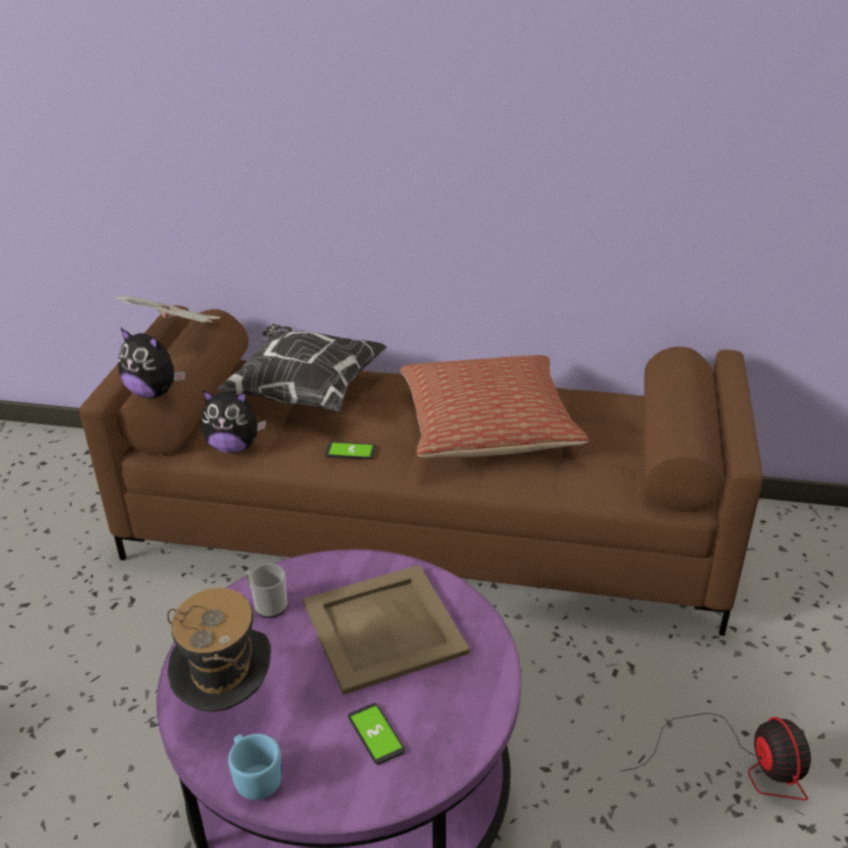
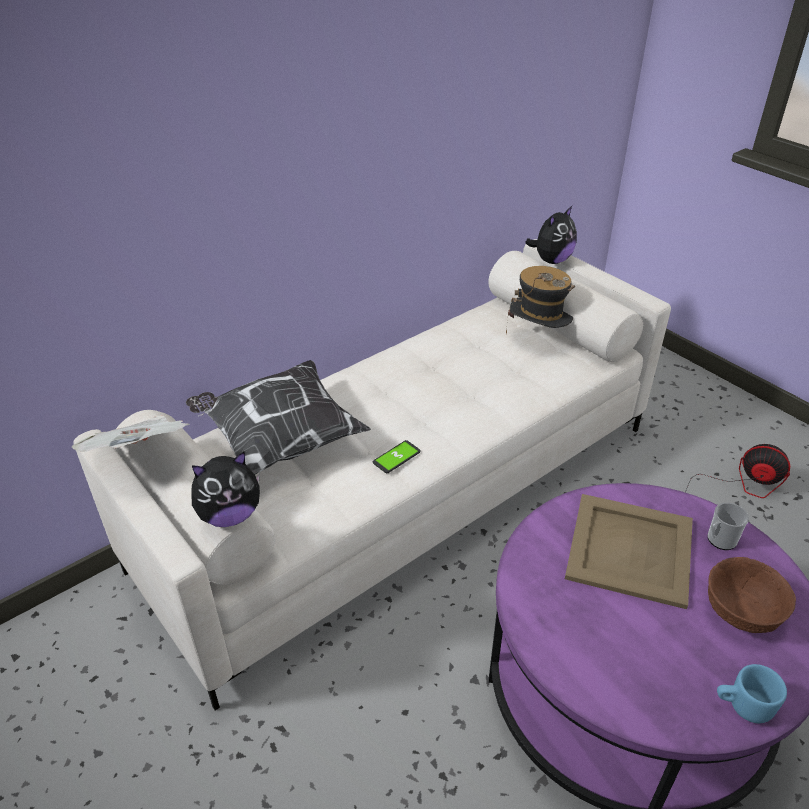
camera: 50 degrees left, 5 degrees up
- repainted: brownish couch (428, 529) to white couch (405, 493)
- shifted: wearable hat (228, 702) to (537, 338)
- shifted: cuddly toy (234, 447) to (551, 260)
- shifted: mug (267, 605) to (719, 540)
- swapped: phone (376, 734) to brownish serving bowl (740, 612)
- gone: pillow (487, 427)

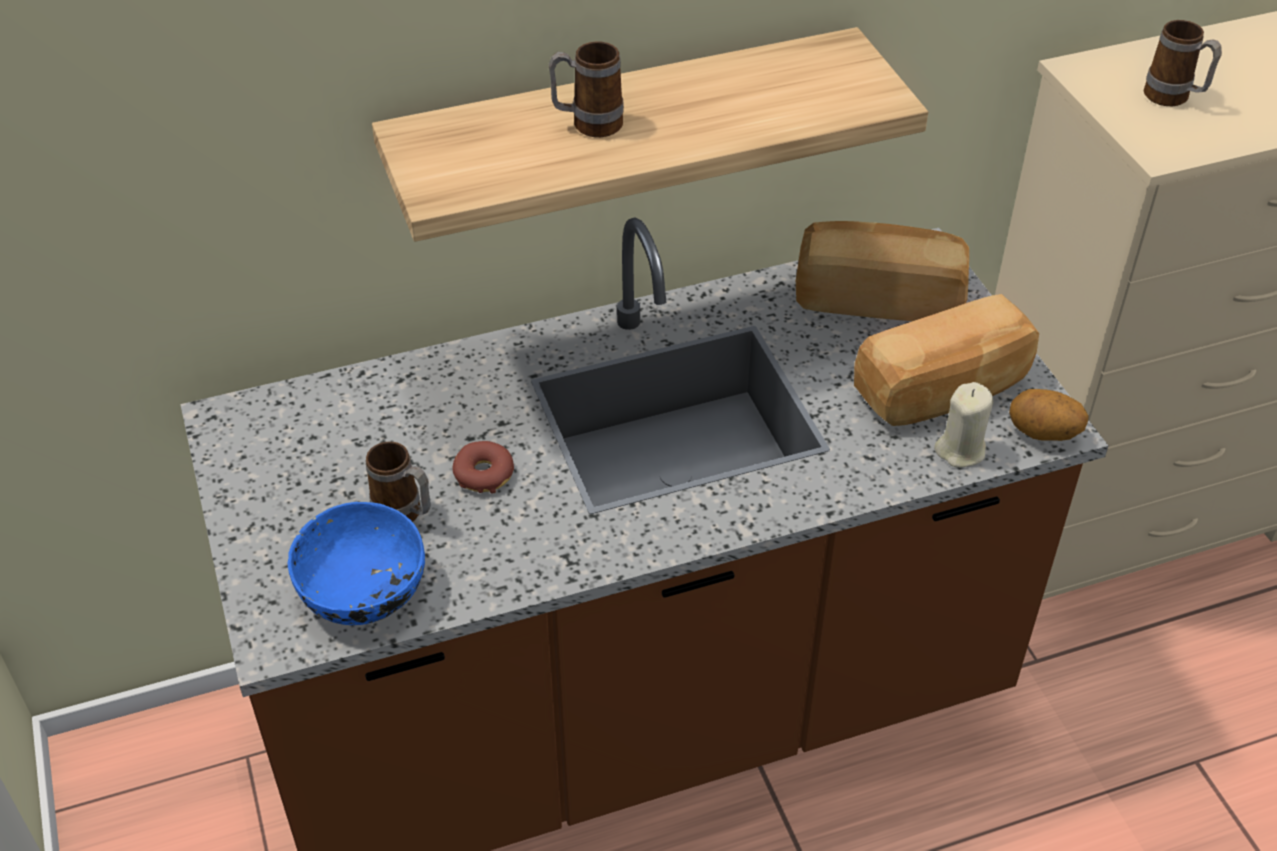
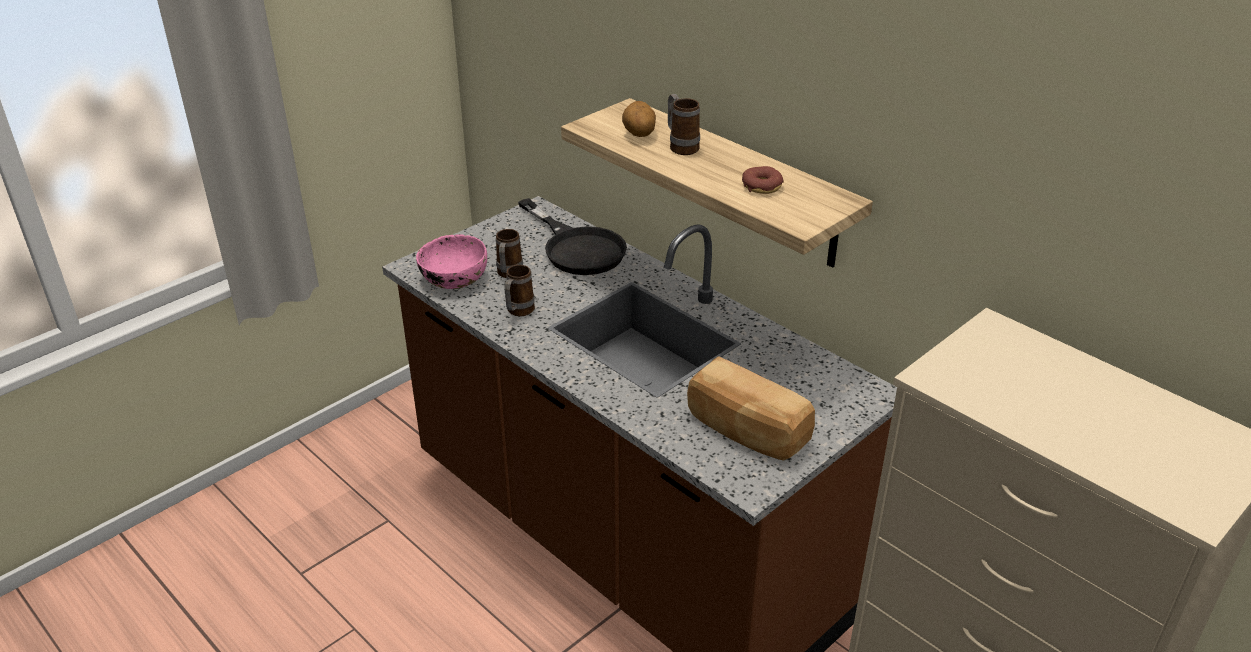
camera: 65 degrees right, 10 degrees down
- repainted: bluish serving bowl (362, 592) to pinkish serving bowl (453, 278)
- shifted: mug (1173, 99) to (518, 312)
- new: black-coloured skillet (577, 247)
- shifted: whole potato (1042, 434) to (638, 134)
- shifted: doughnut (484, 474) to (762, 186)
- gone: bread (878, 297)
- gone: beige candle (960, 450)

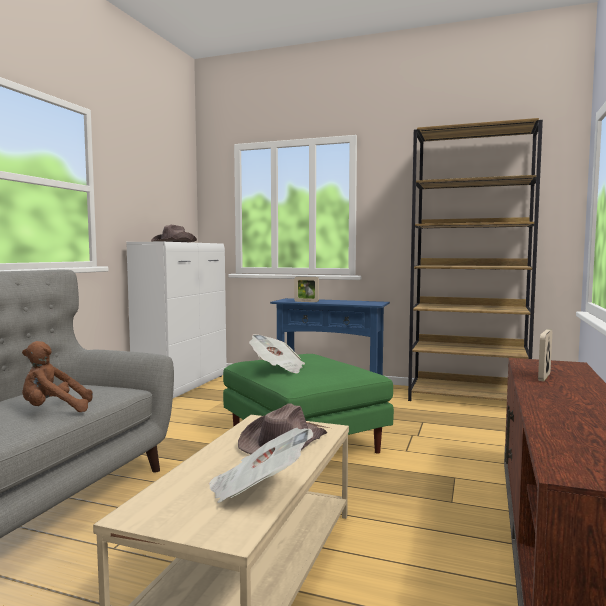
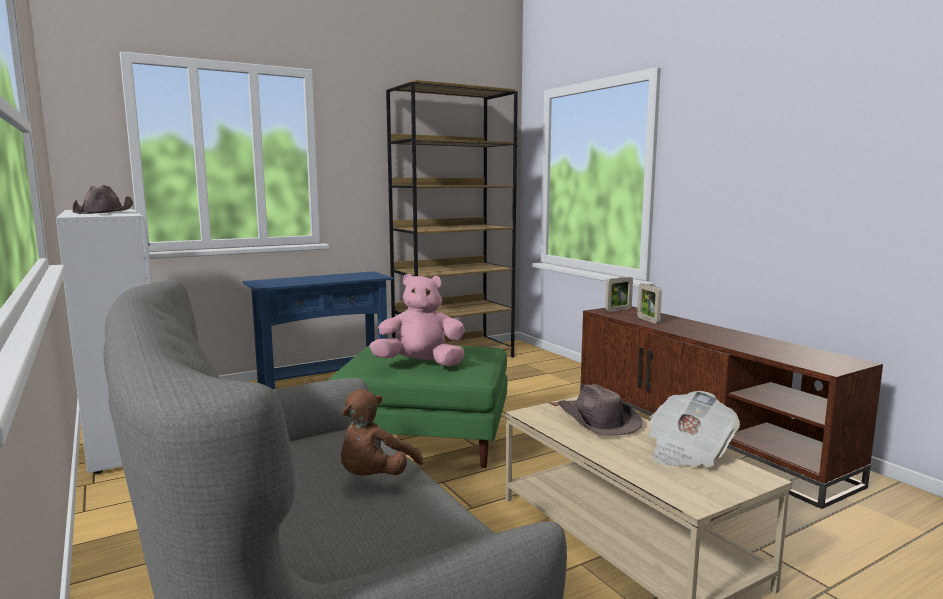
camera: 50 degrees left, 5 degrees up
- swapped: printed paper (277, 368) to pinkish cuddly toy (420, 364)
- shifted: picture frame (306, 301) to (618, 310)

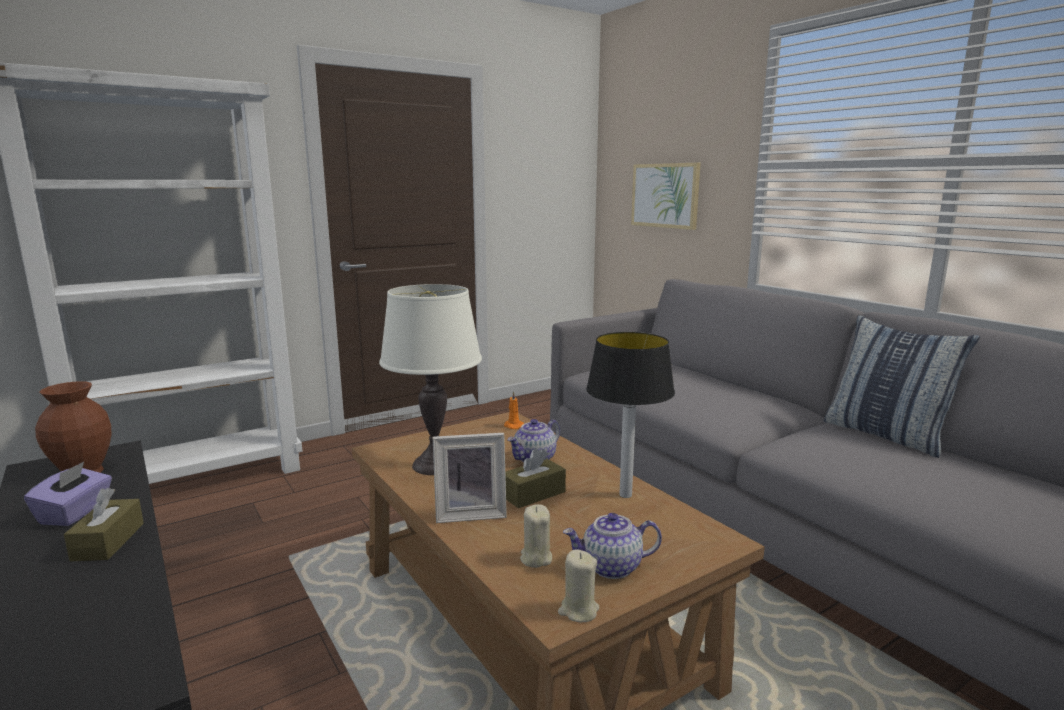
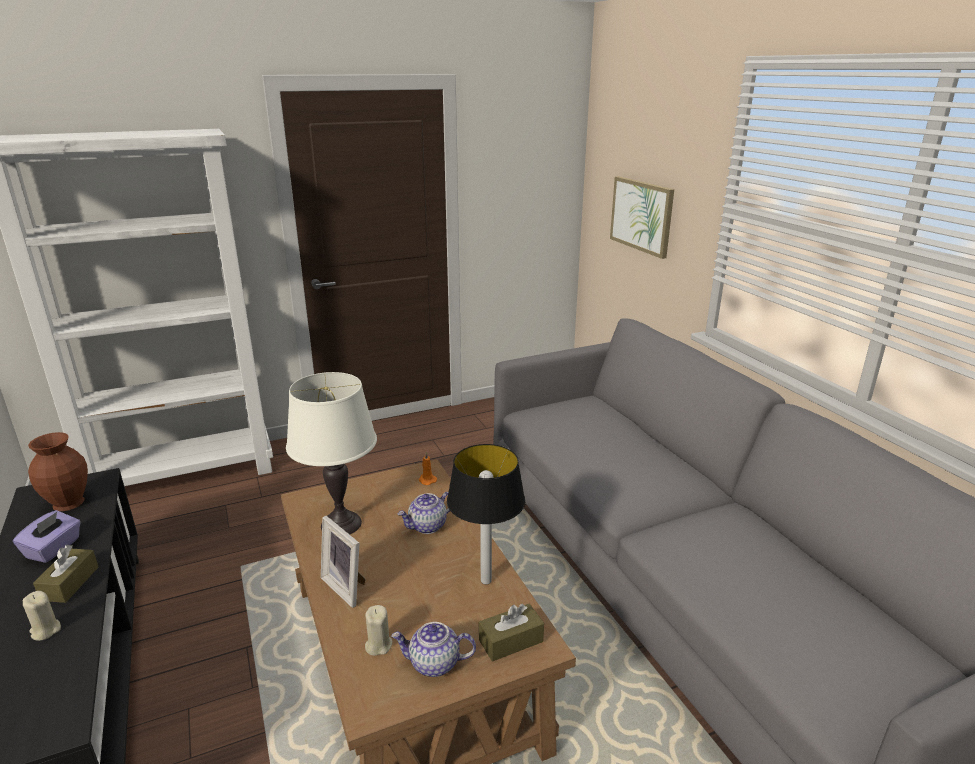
camera: 10 degrees right, 10 degrees up
- shifted: beige candle (578, 610) to (45, 630)
- rotated: picture frame (470, 513) = (347, 586) 45 degrees clockwise
- shifted: brownish box of tissues (533, 494) to (511, 641)
- gone: pillow (886, 435)

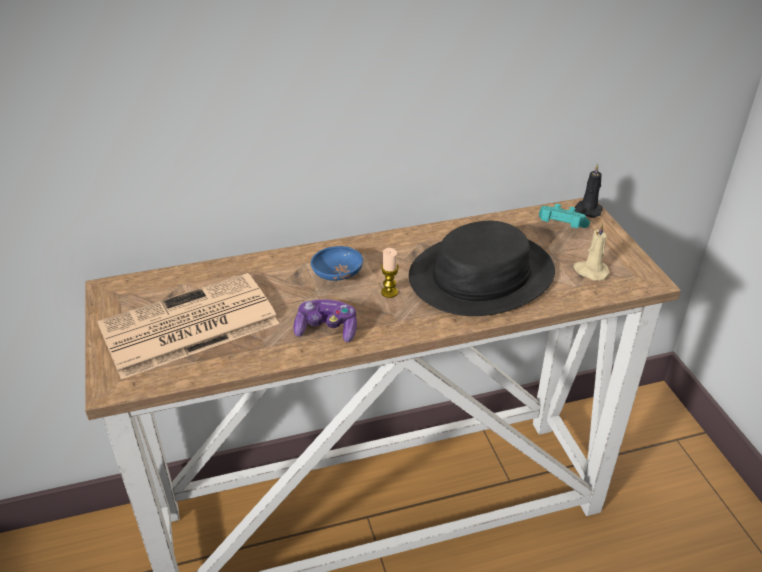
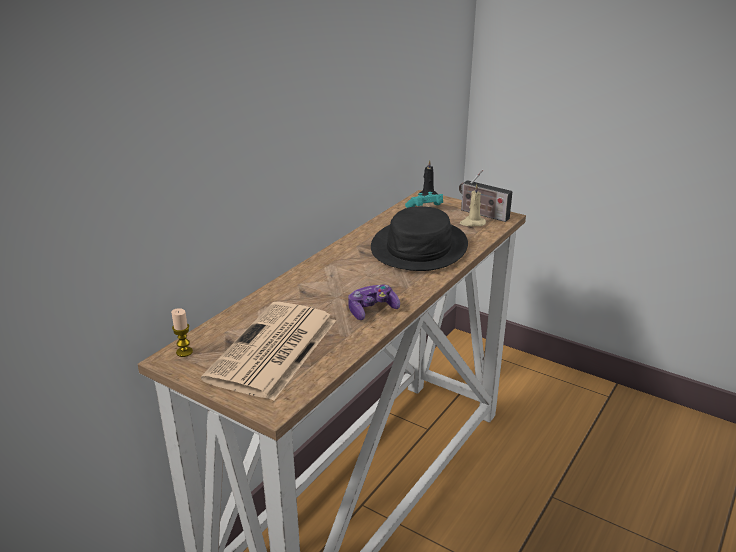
camera: 40 degrees left, 10 degrees down
- shifted: candle (389, 292) to (184, 352)
- new: radio set (482, 214)
- gone: bluish serving bowl (337, 275)

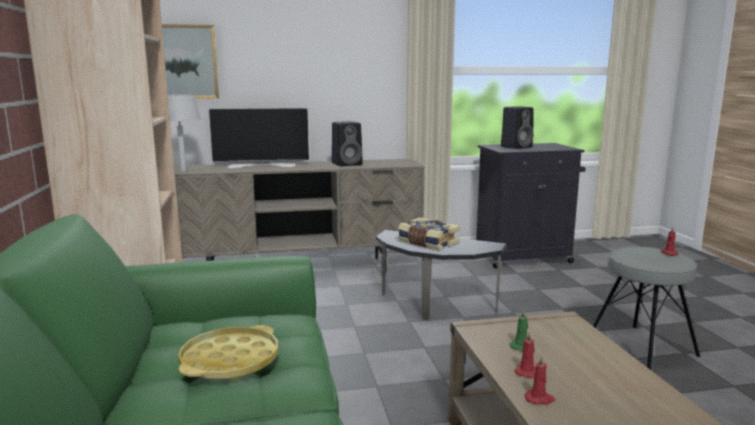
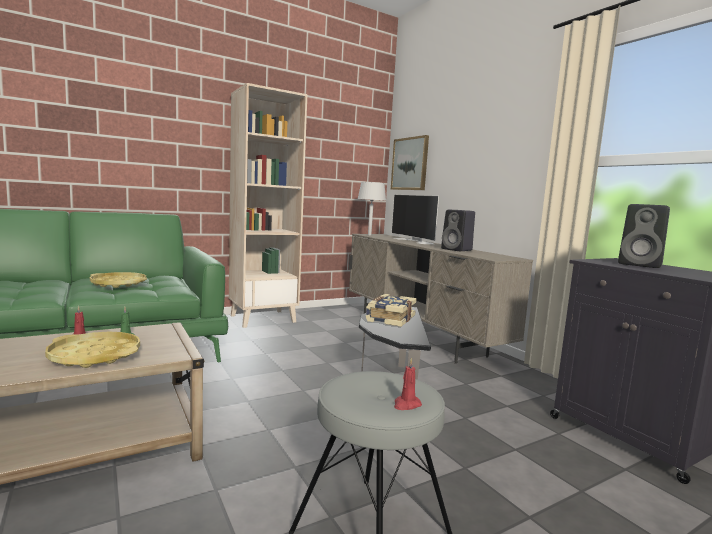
camera: 70 degrees right, 5 degrees down
- new: yellowish carrying tray (95, 356)
- gone: red-coloured candle (539, 399)

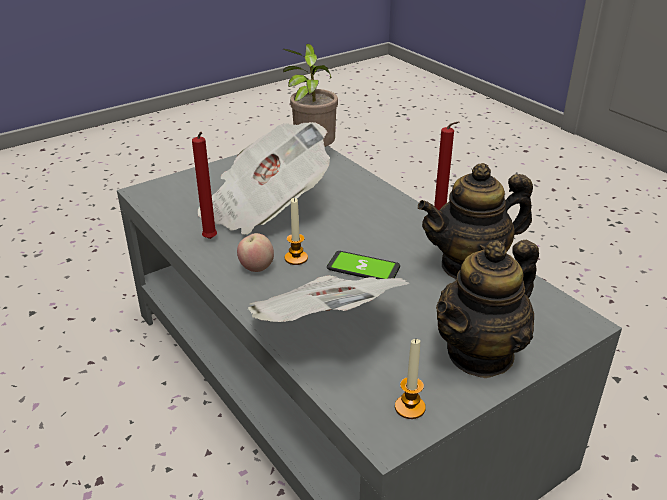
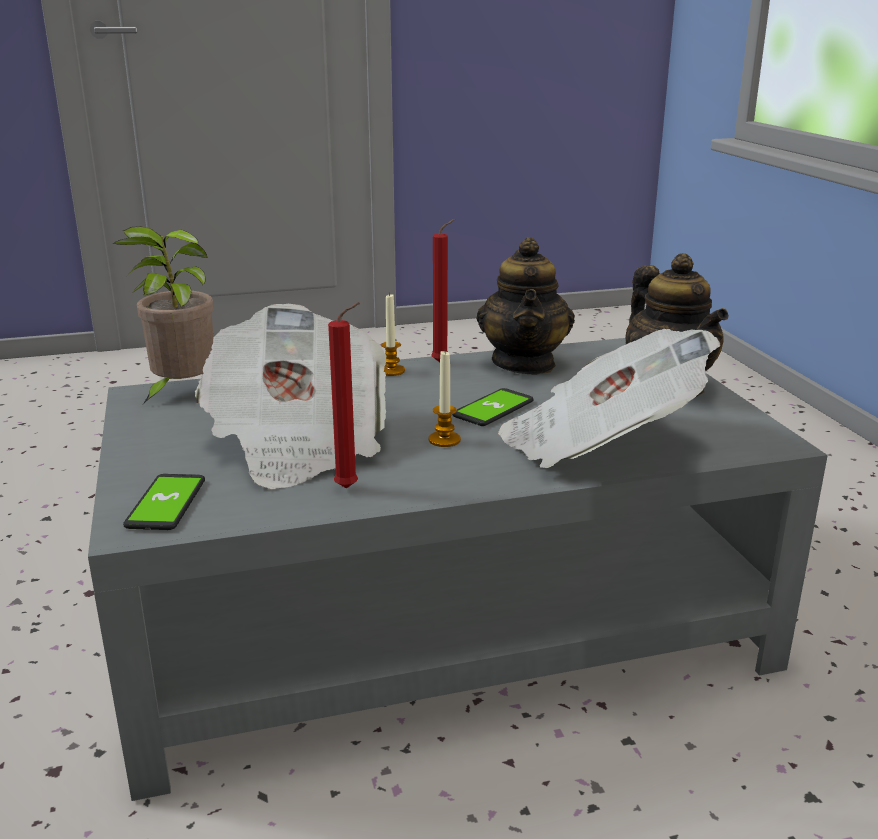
camera: 70 degrees left, 10 degrees down
- new: phone (166, 503)
- shifted: candle (410, 407) to (391, 371)
- gone: apple fruit (256, 268)

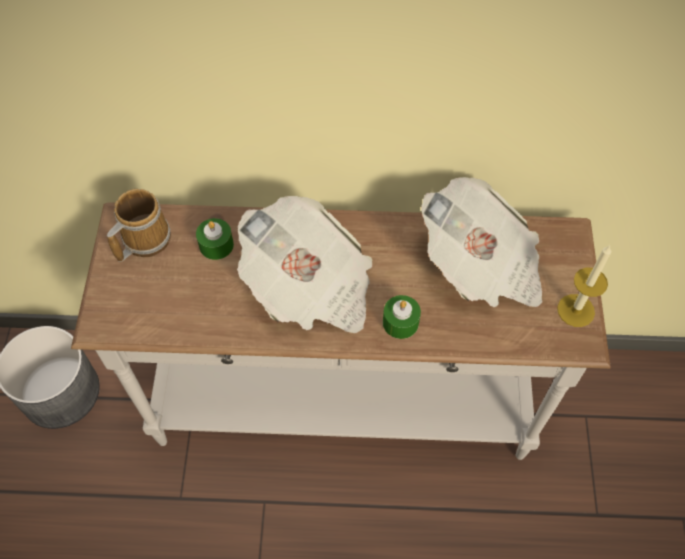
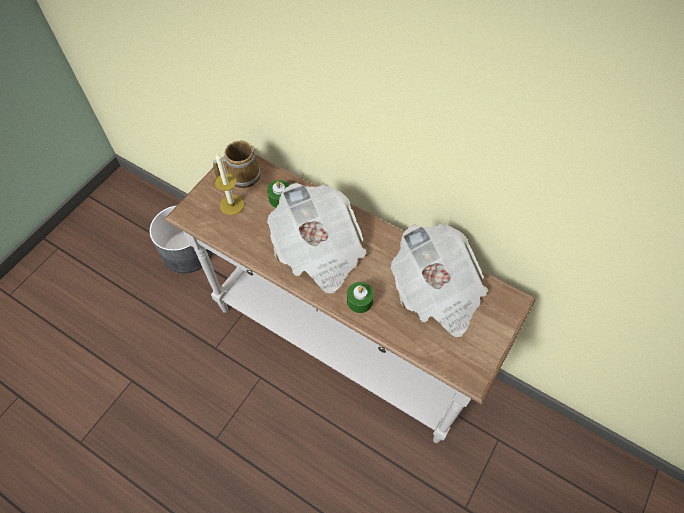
camera: 30 degrees right, 0 degrees up
- shifted: candle (576, 310) to (232, 205)

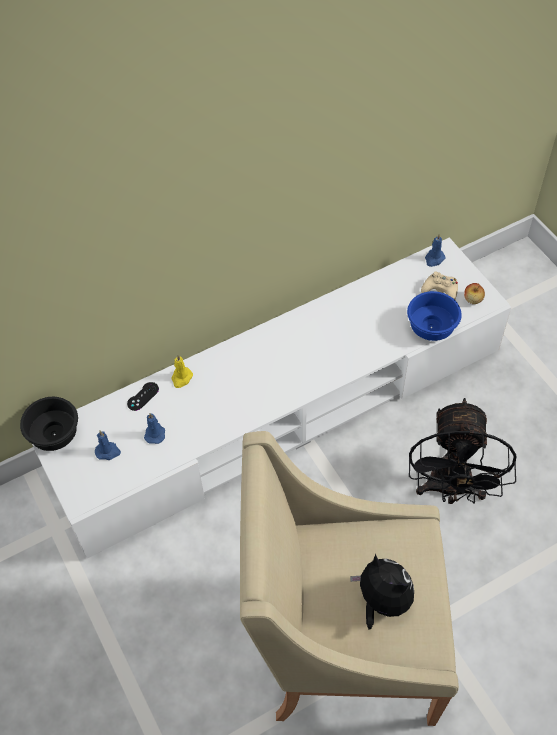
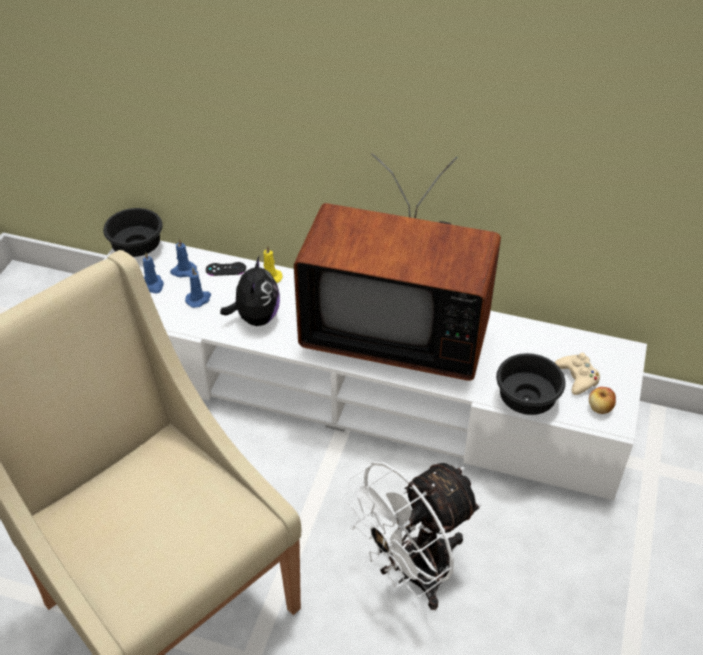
camera: 45 degrees right, 10 degrees down
- shifted: bluish candle (434, 259) to (183, 271)
- shifted: cuddly toy (381, 601) to (255, 317)
- new: TV set (396, 330)
- repainted: black-coloured fan (450, 490) to white fan (411, 573)
- repainted: bluish serving bowl (431, 328) to black-coloured serving bowl (524, 400)

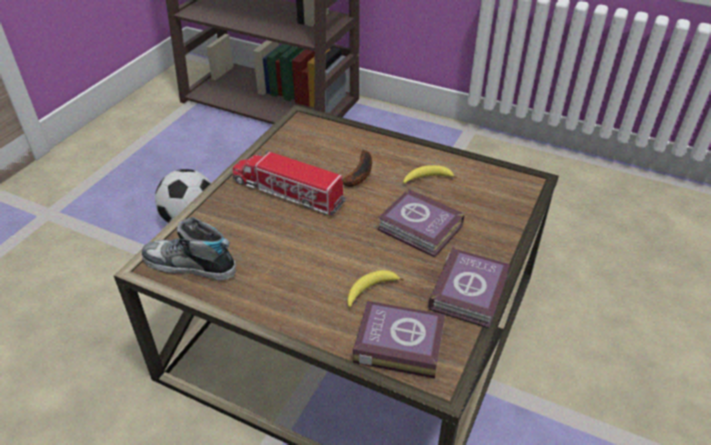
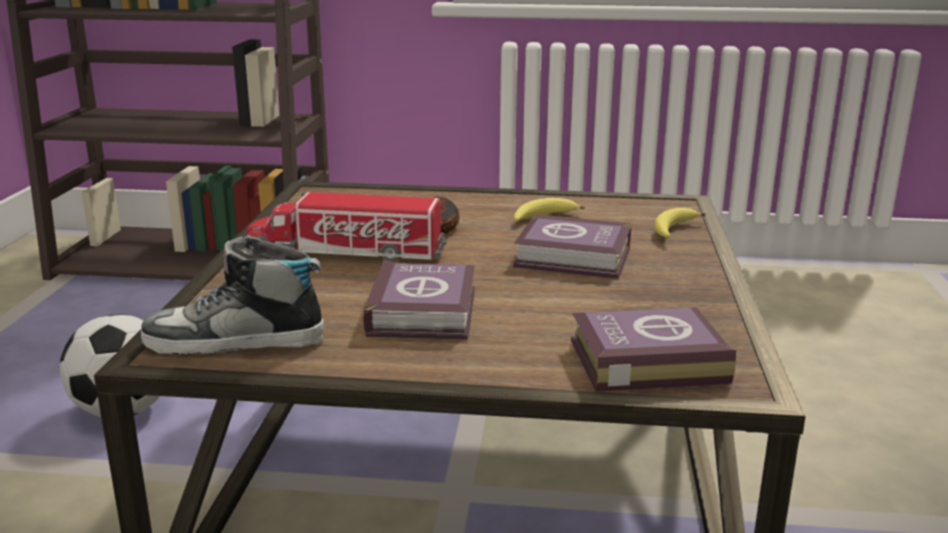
camera: 20 degrees left, 20 degrees down
- shifted: volume (471, 291) to (425, 310)
- shifted: whole banana (370, 290) to (673, 230)

